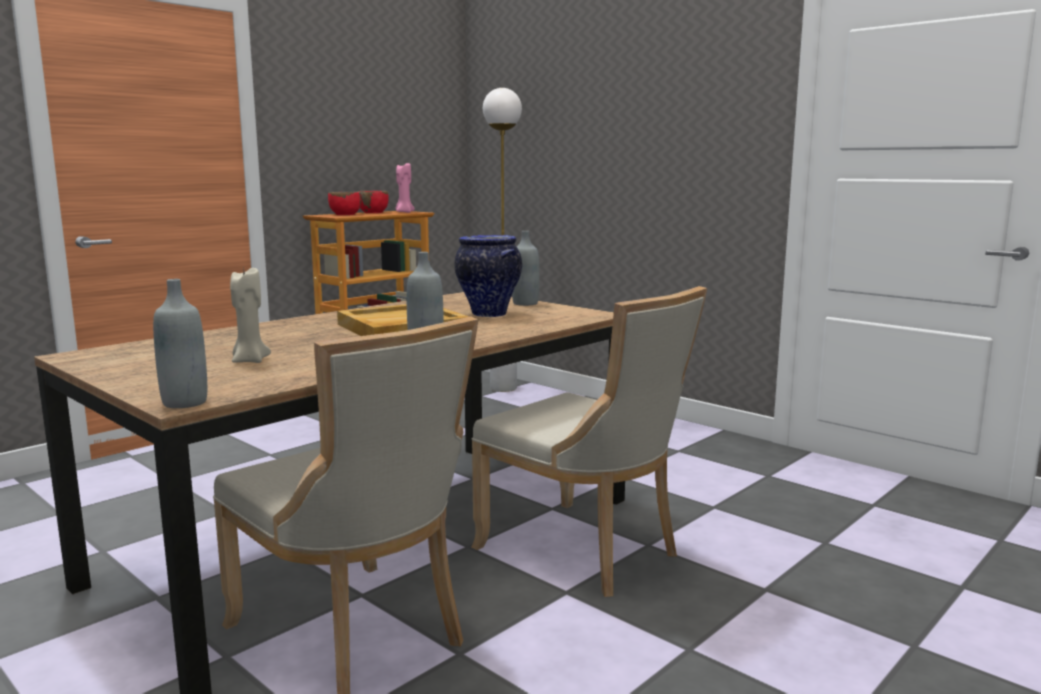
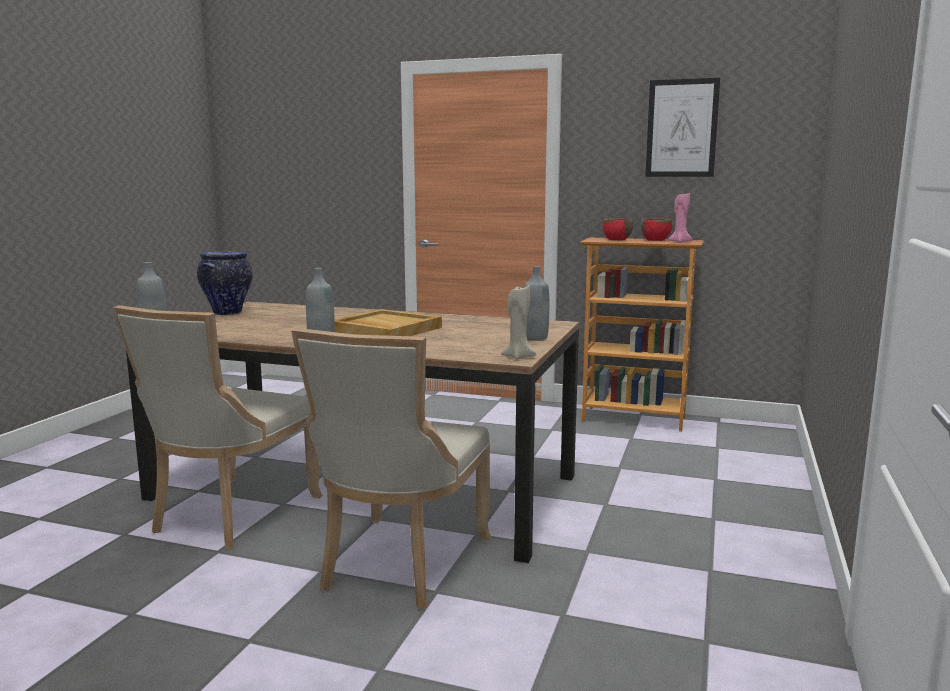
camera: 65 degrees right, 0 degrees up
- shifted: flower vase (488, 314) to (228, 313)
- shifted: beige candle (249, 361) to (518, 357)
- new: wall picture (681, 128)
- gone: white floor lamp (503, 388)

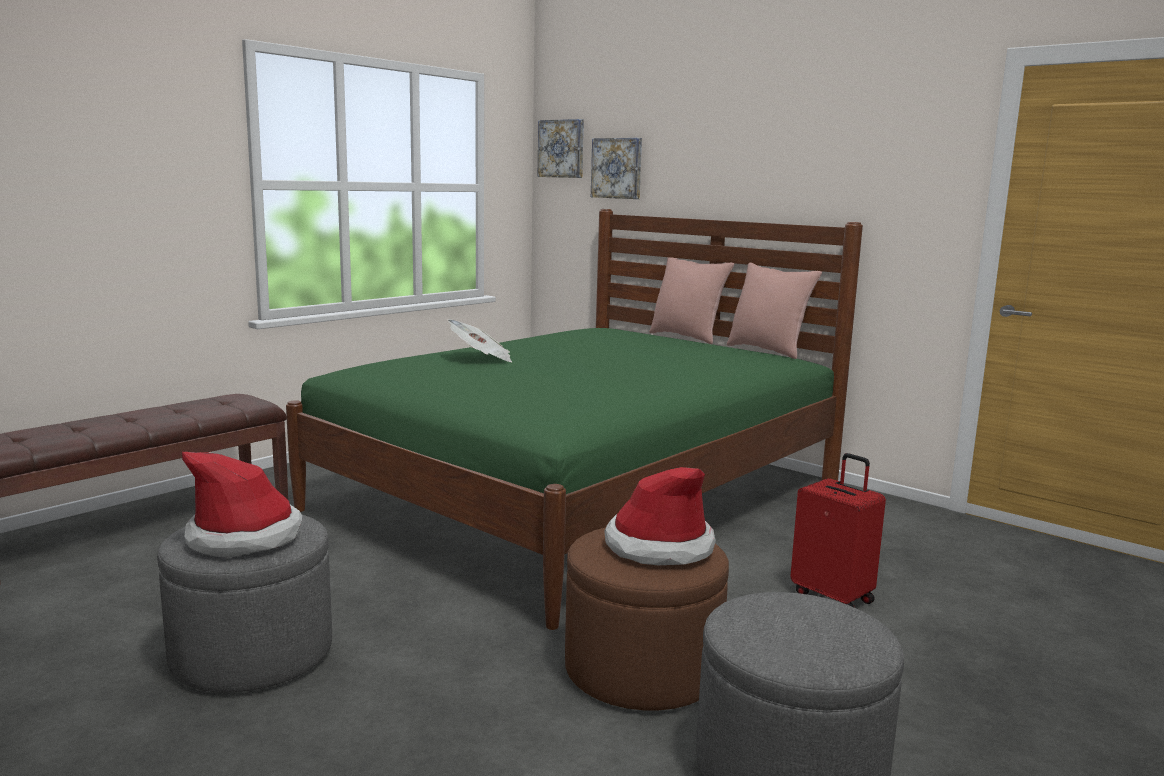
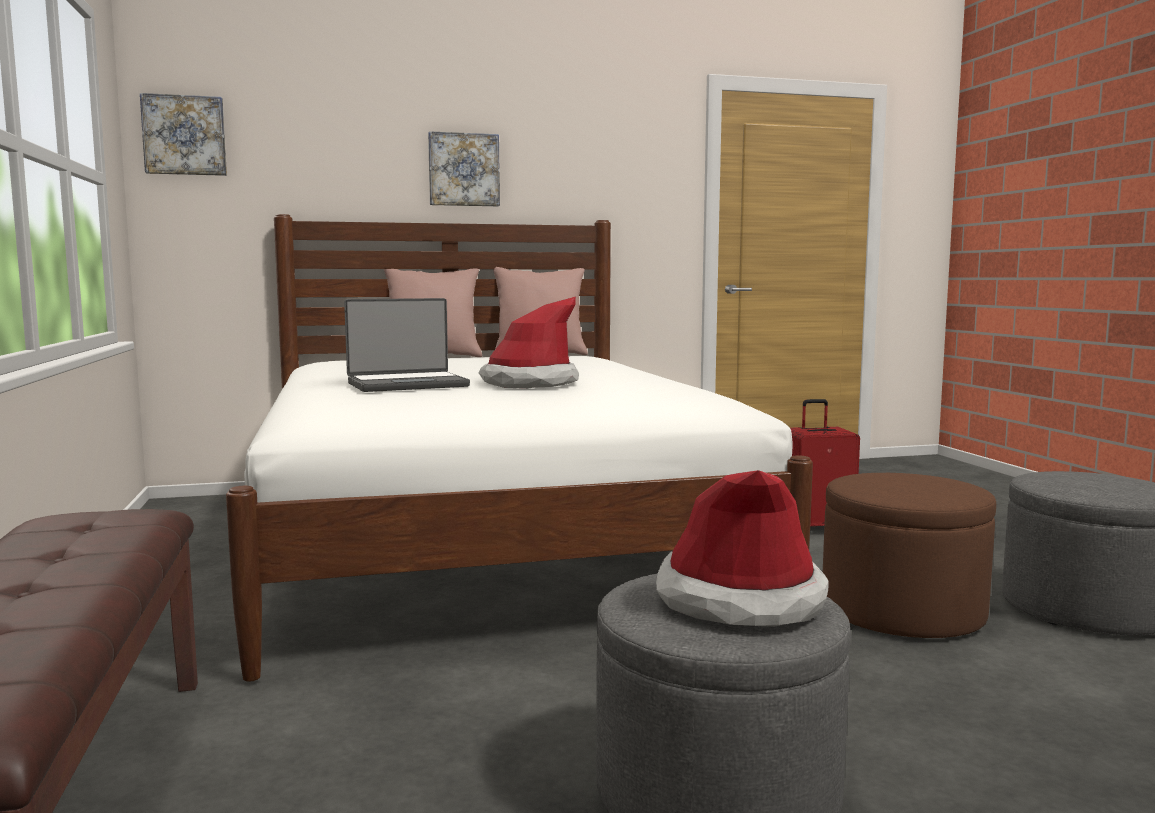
camera: 55 degrees left, 5 degrees down
- repainted: greenish bed (582, 497) to white bed (486, 543)
- swapped: printed paper (481, 359) to notebook computer (407, 384)
- shifted: wall picture (617, 168) to (463, 170)
- shifted: wearable hat (659, 546) to (529, 383)

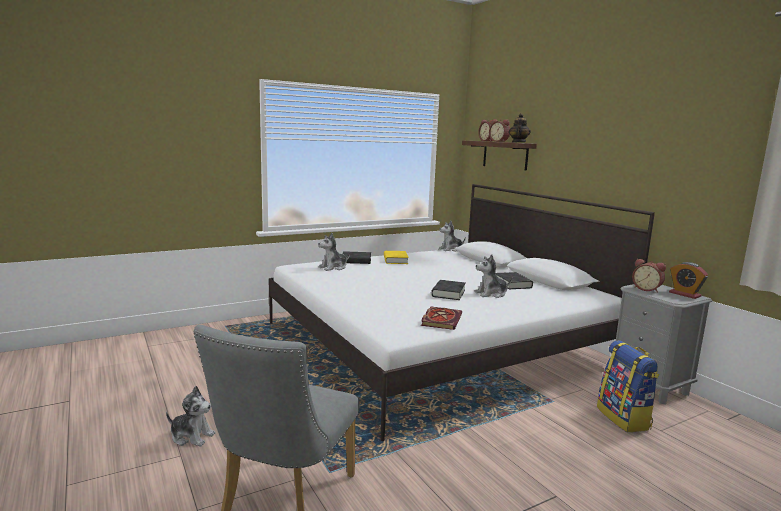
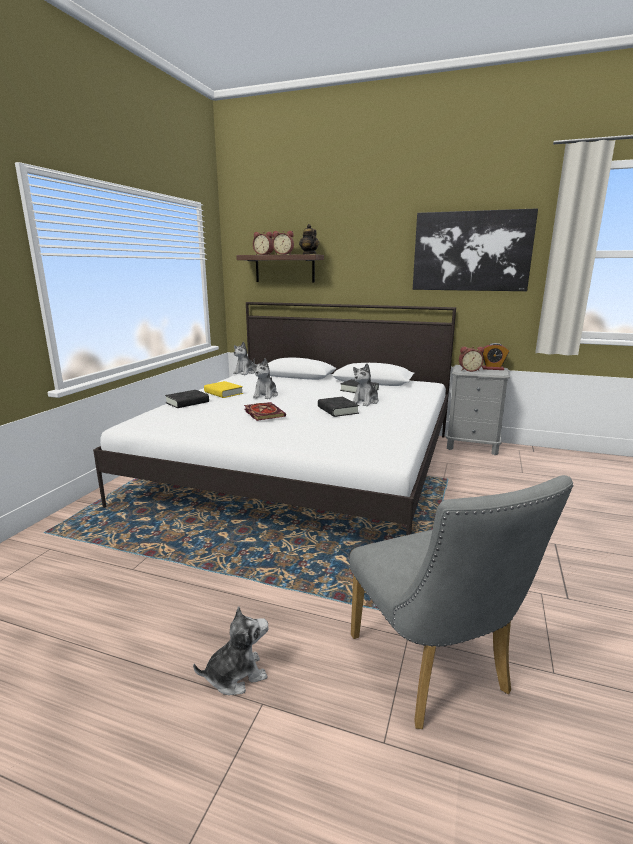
camera: 40 degrees left, 5 degrees up
- shifted: volume (440, 319) to (263, 413)
- shifted: cuddly toy (333, 267) to (265, 395)
- new: wall picture (471, 251)
- gone: backpack (624, 418)

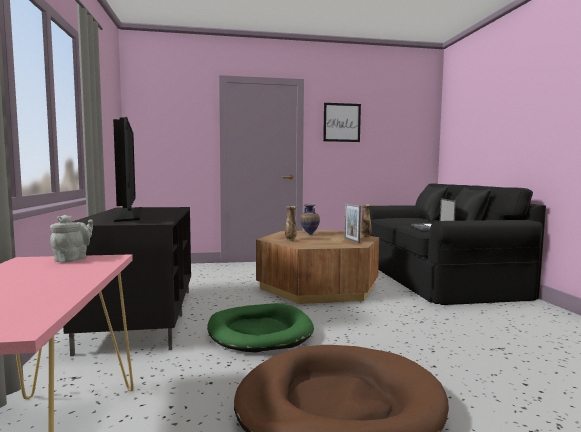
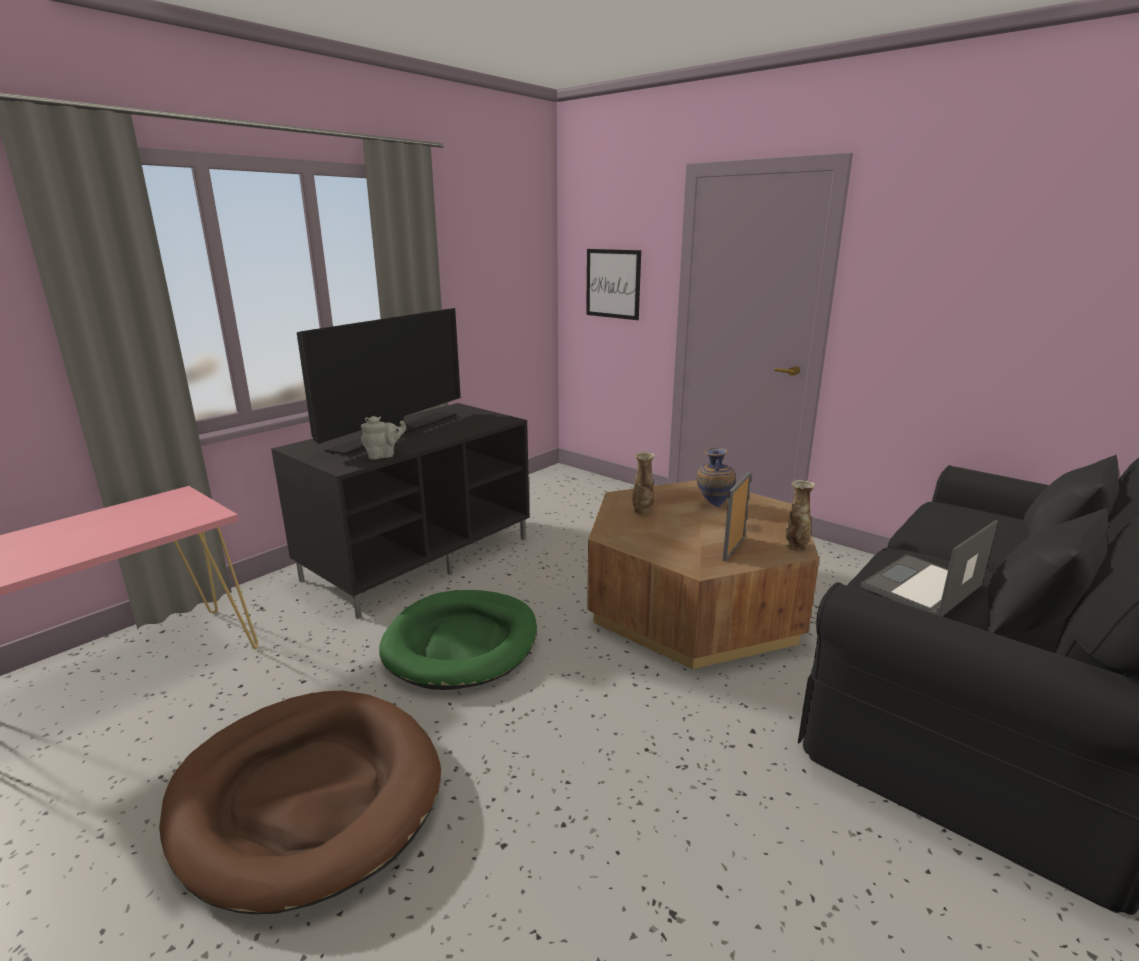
camera: 50 degrees right, 15 degrees up
- shifted: greyish tea pot (73, 259) to (383, 456)
- shifted: wall picture (341, 122) to (613, 284)

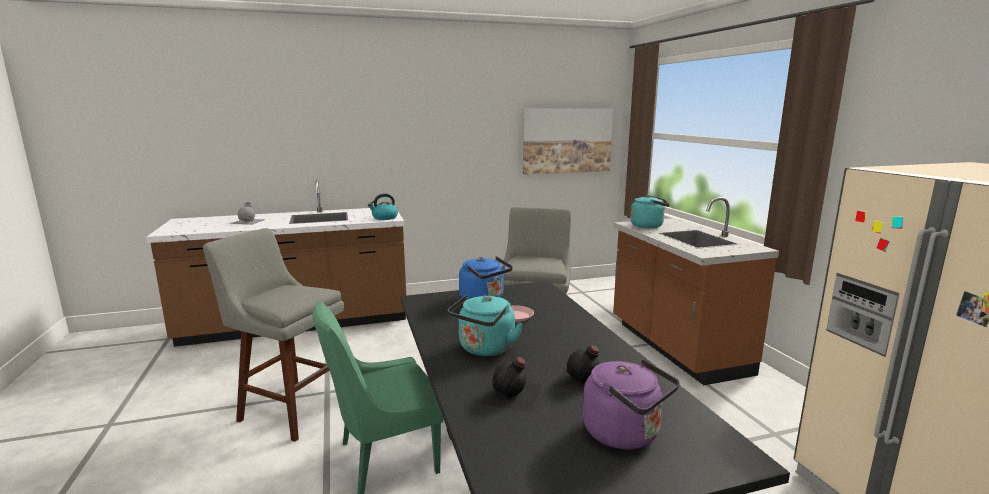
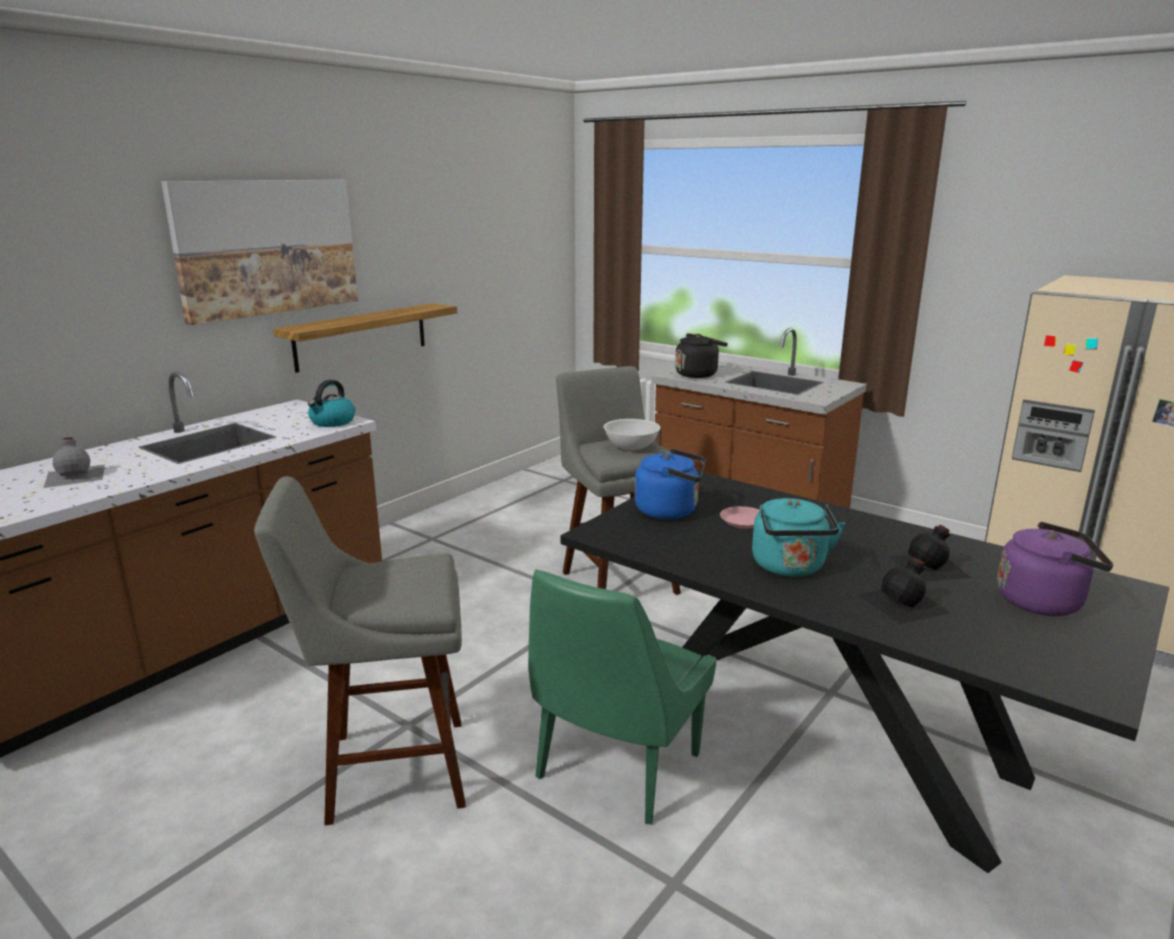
camera: 35 degrees left, 5 degrees up
- shifted: wall picture (567, 140) to (267, 247)
- new: bracket shelf (361, 336)
- new: white serving bowl (631, 446)
- repainted: blue-green tea kettle (648, 226) to black-coloured tea kettle (698, 374)

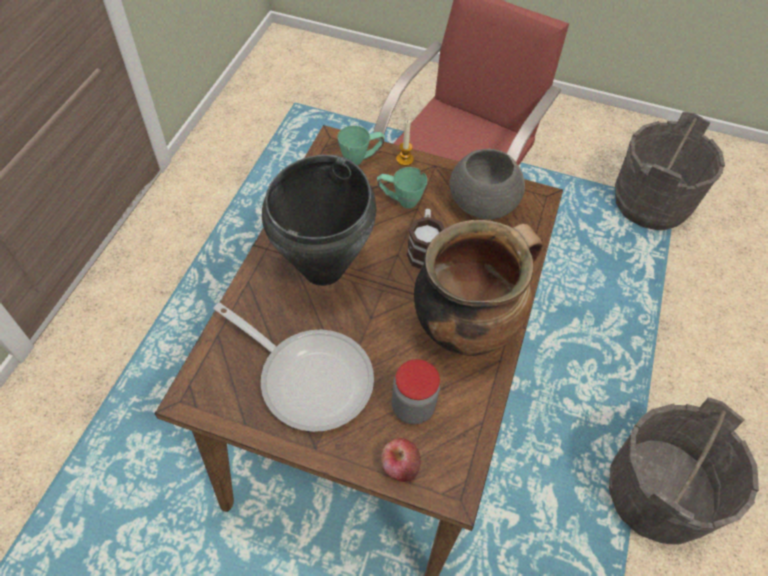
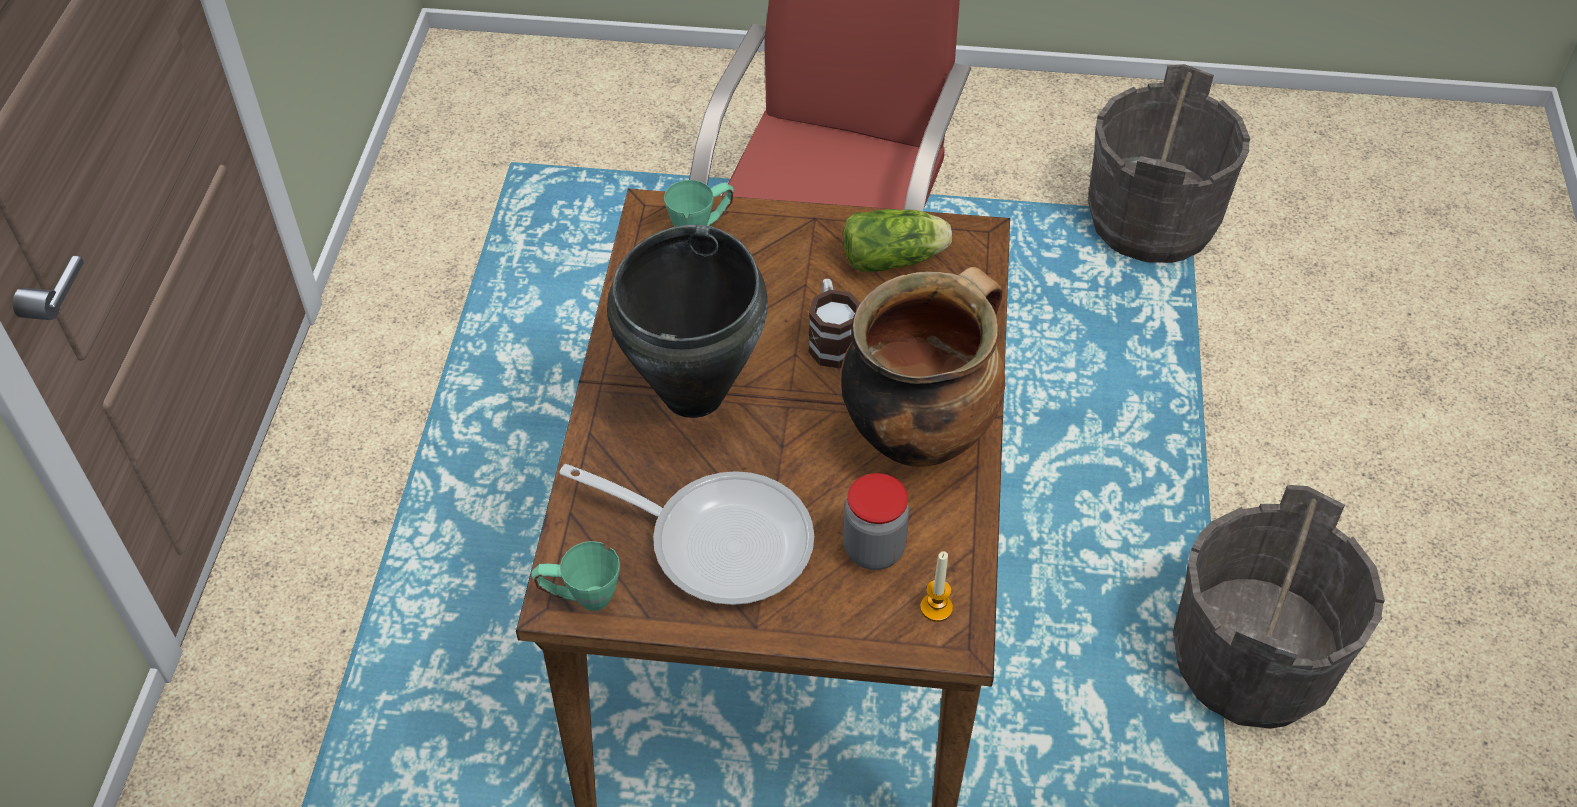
camera: 10 degrees left, 5 degrees down
- shifted: greenish mug (400, 201) to (580, 599)
- swapped: greyish serving bowl (481, 203) to head of lettuce (896, 259)
- shifted: candle (404, 159) to (936, 608)
- gone: apple fruit (399, 466)

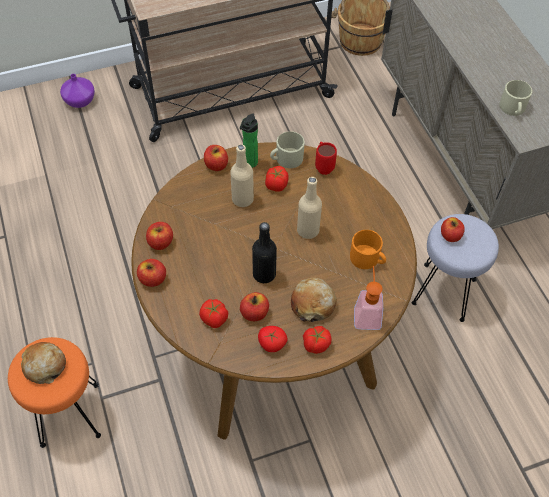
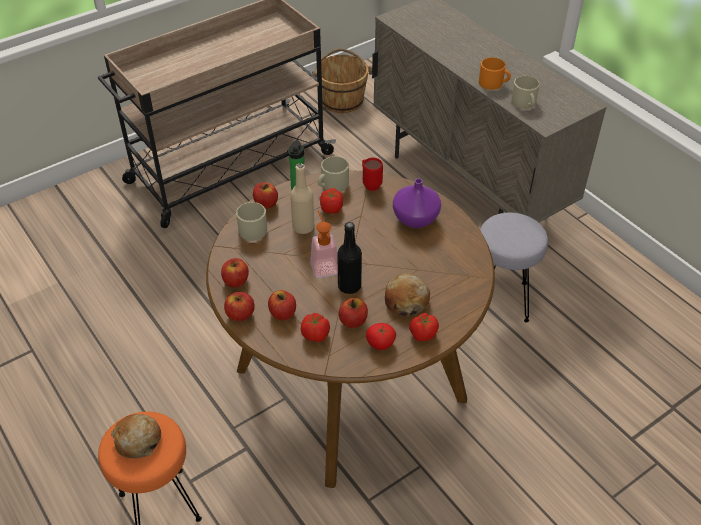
camera: 15 degrees left, 10 degrees down
- new: beige mug (252, 228)
- shifted: apple fruit (450, 235) to (283, 313)
- shifted: soap bottle (367, 313) to (323, 264)
- shifted: purple-coloured flower vase (79, 101) to (415, 219)
- shifted: orange-coloured mug (367, 259) to (494, 83)
- gone: beige bottle (308, 230)

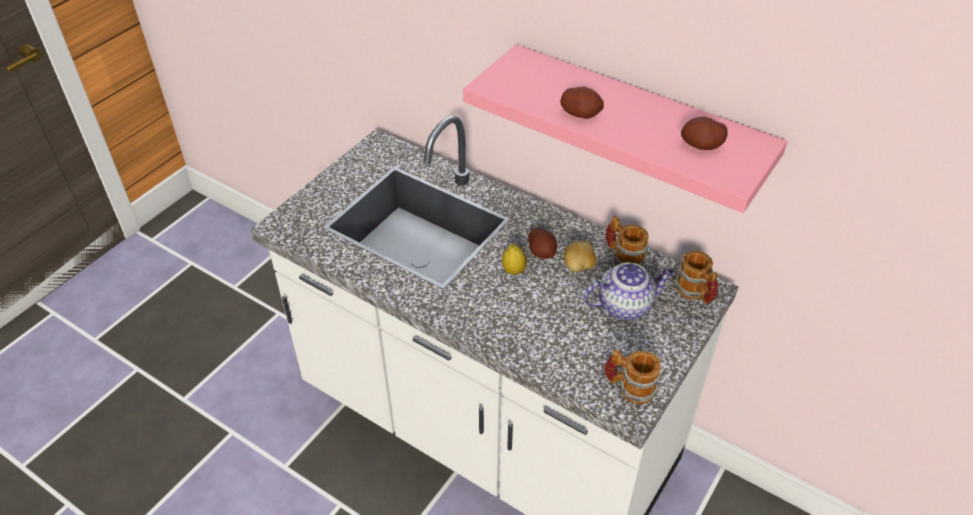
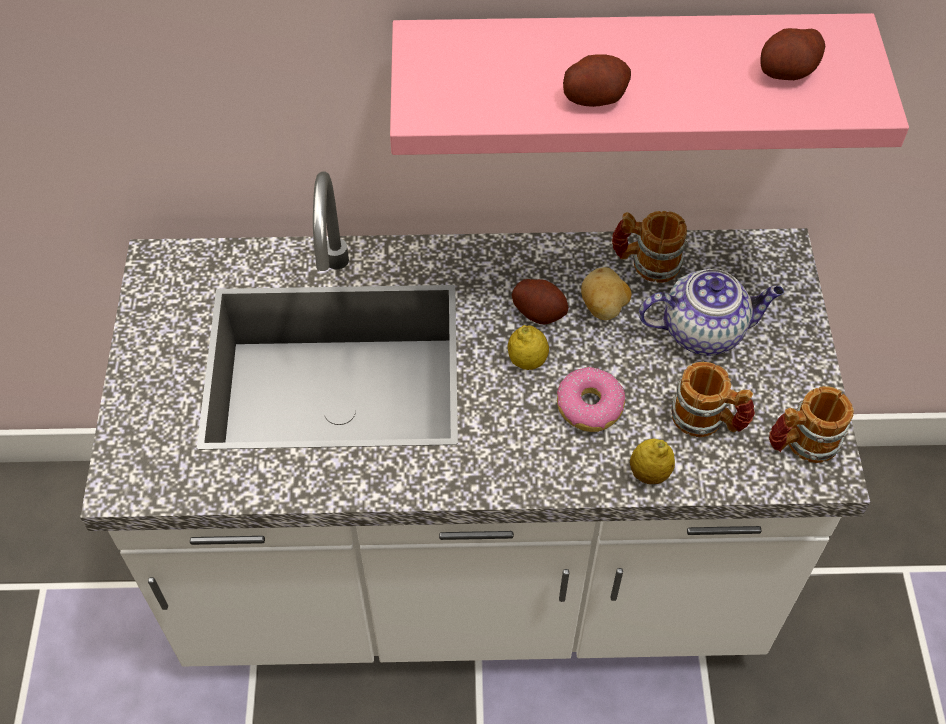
camera: 35 degrees left, 10 degrees up
- new: doughnut (589, 406)
- new: citrus fruit (649, 473)
- rotated: tea pot (625, 305) = (704, 330) 45 degrees clockwise
- shifted: mug (695, 293) to (708, 420)

